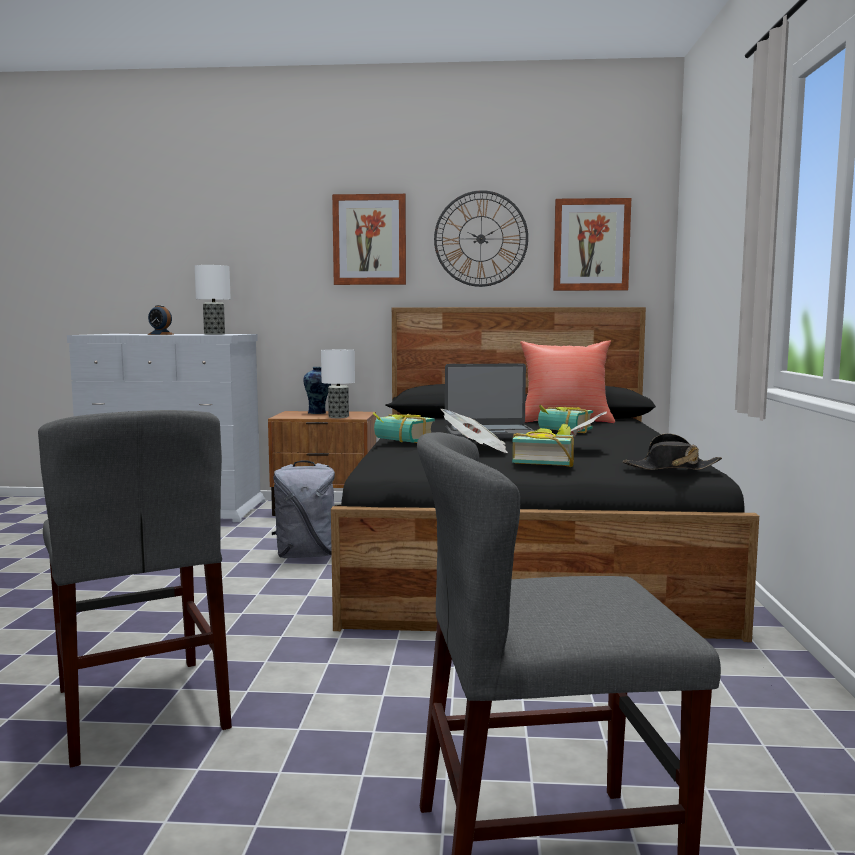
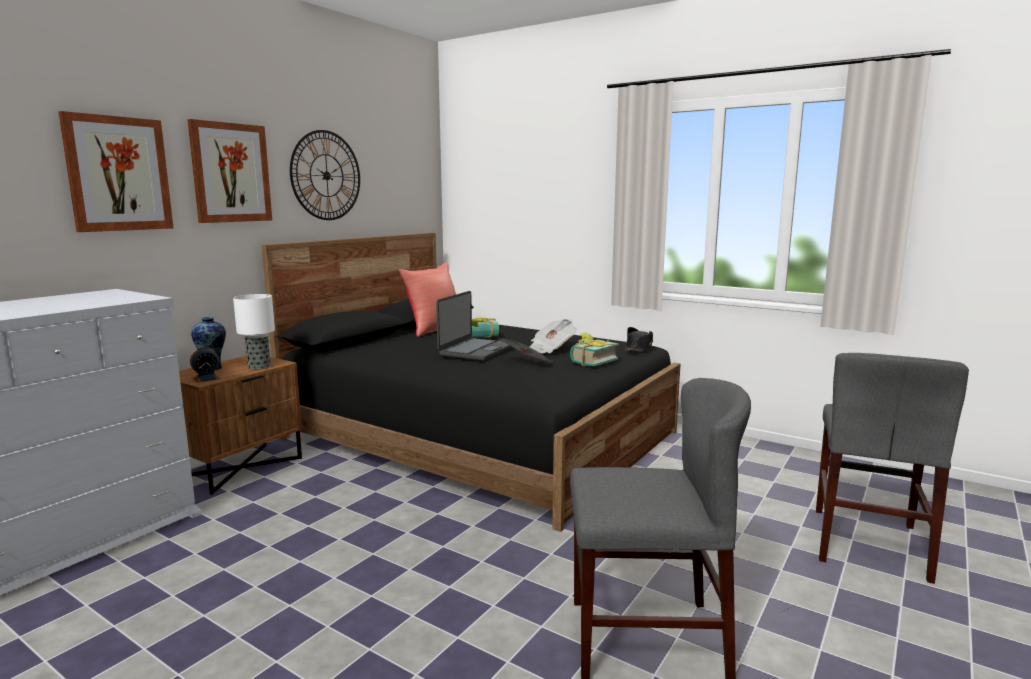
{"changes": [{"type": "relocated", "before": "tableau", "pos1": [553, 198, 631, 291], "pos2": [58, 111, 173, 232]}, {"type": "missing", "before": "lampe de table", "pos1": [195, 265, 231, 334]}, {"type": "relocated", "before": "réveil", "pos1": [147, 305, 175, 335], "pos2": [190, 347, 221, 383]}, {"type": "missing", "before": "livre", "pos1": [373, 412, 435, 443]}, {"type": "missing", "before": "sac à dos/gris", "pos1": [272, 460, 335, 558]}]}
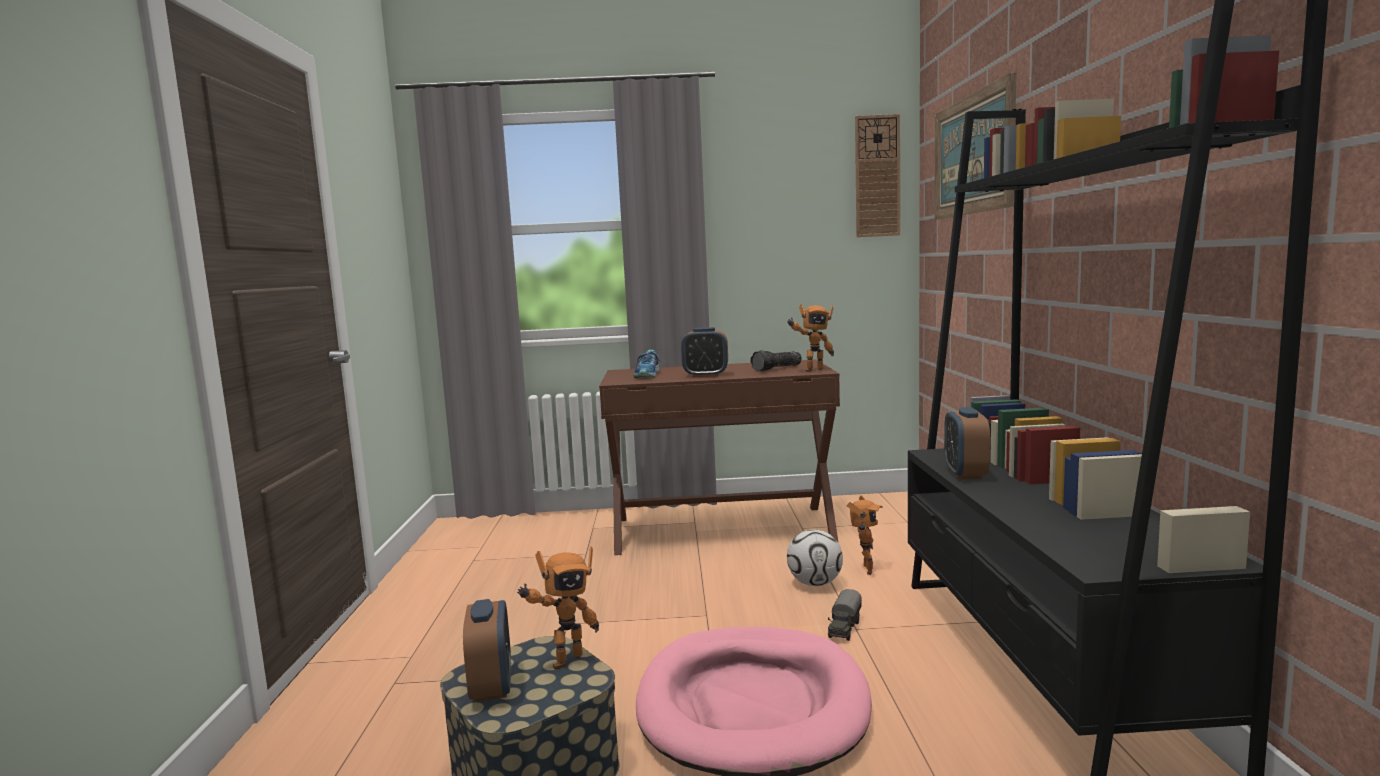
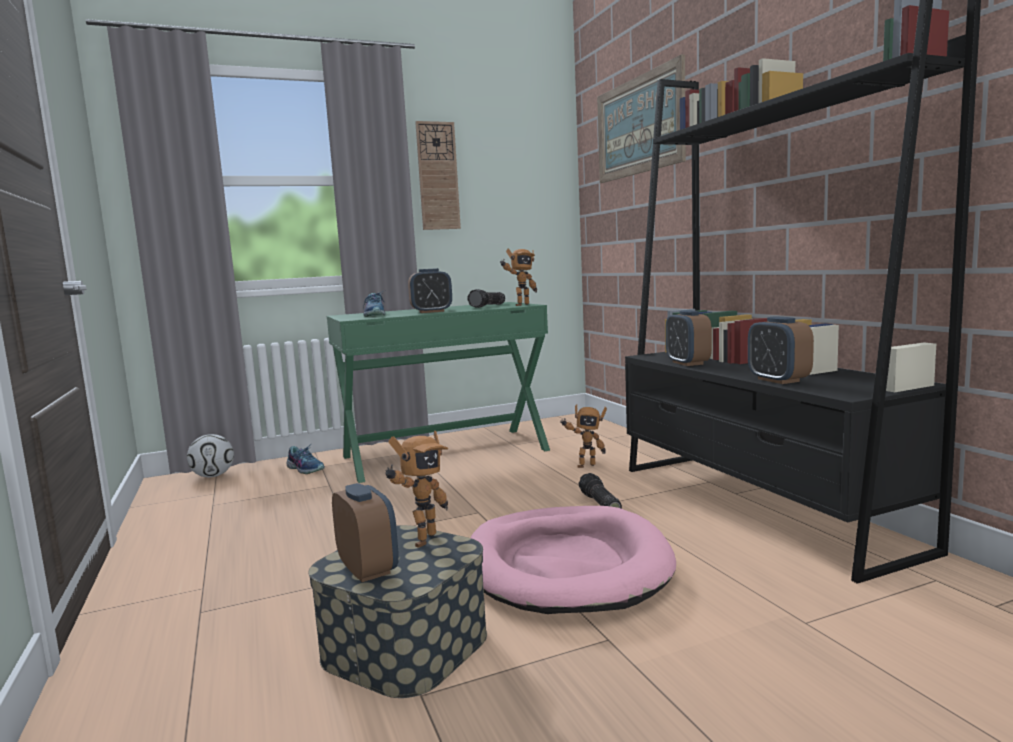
{"changes": [{"type": "relocated", "before": "horloge murale", "pos1": [855, 114, 900, 237], "pos2": [415, 121, 461, 230]}, {"type": "colour", "before": "bureau/marron", "after": "bureau/vert", "pos1": [599, 359, 840, 555], "pos2": [327, 302, 550, 483]}, {"type": "spun", "before": "robot jouet", "pos1": [847, 495, 883, 575], "pos2": [561, 404, 607, 468], "turn": 90}, {"type": "relocated", "before": "ballon de foot", "pos1": [787, 529, 843, 586], "pos2": [187, 434, 234, 477]}, {"type": "exchanged", "before": "camion jouet", "after": "lampe de poche", "pos1": [828, 589, 862, 641], "pos2": [579, 473, 622, 509]}, {"type": "appeared", "after": "réveil", "pos2": [748, 316, 814, 384]}, {"type": "appeared", "after": "chaussure", "pos2": [286, 444, 325, 474]}]}
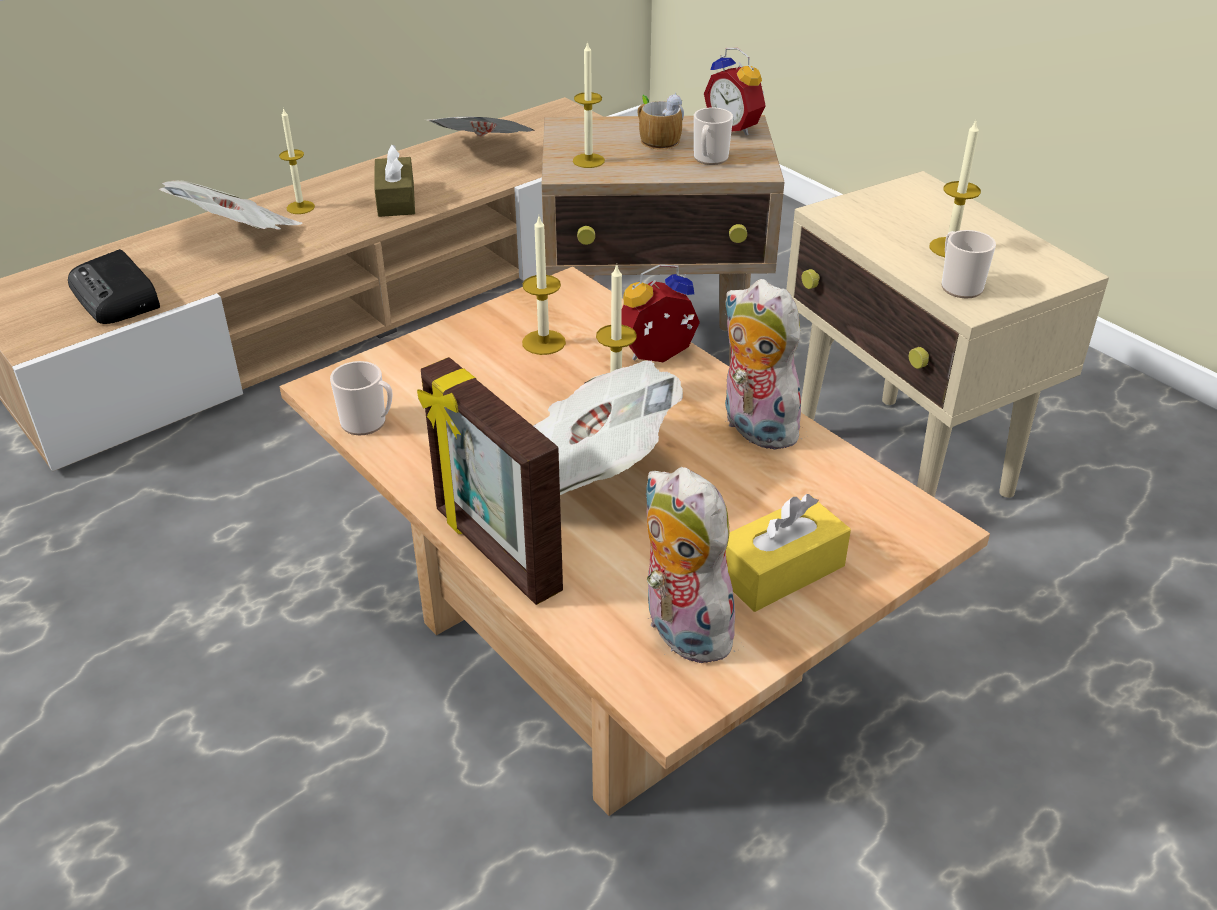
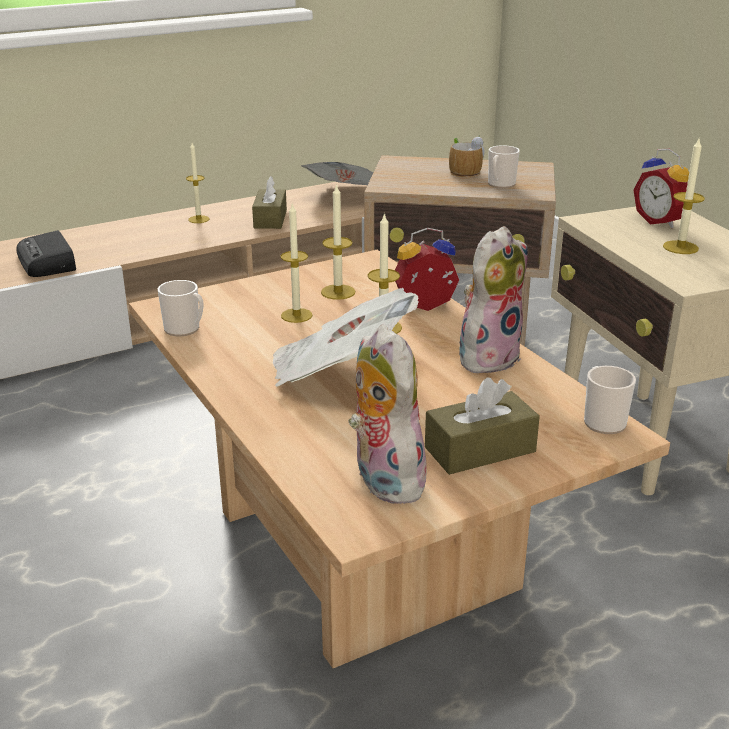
{"changes": [{"type": "relocated", "before": "bougie", "pos1": [573, 41, 605, 168], "pos2": [281, 203, 312, 323]}, {"type": "relocated", "before": "réveil", "pos1": [704, 48, 766, 136], "pos2": [634, 149, 689, 228]}, {"type": "missing", "before": "journal", "pos1": [159, 180, 303, 230]}, {"type": "relocated", "before": "mug", "pos1": [942, 230, 996, 298], "pos2": [584, 366, 636, 434]}, {"type": "spun", "before": "peluche", "pos1": [724, 279, 809, 450], "pos2": [459, 226, 528, 373], "turn": 75}, {"type": "missing", "before": "cadre photo", "pos1": [417, 357, 563, 605]}, {"type": "colour", "before": "boîte à mouchoirs/jaune", "after": "boîte à mouchoirs/marron", "pos1": [726, 494, 851, 612], "pos2": [425, 377, 540, 475]}]}
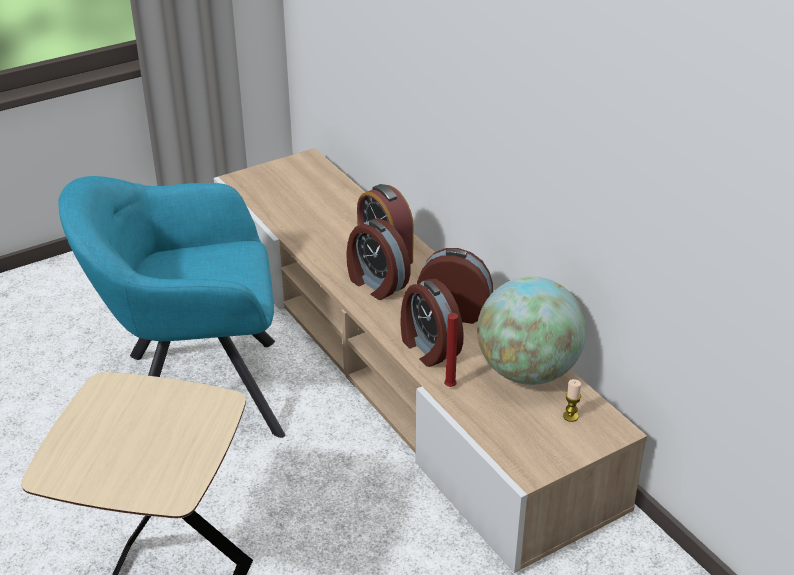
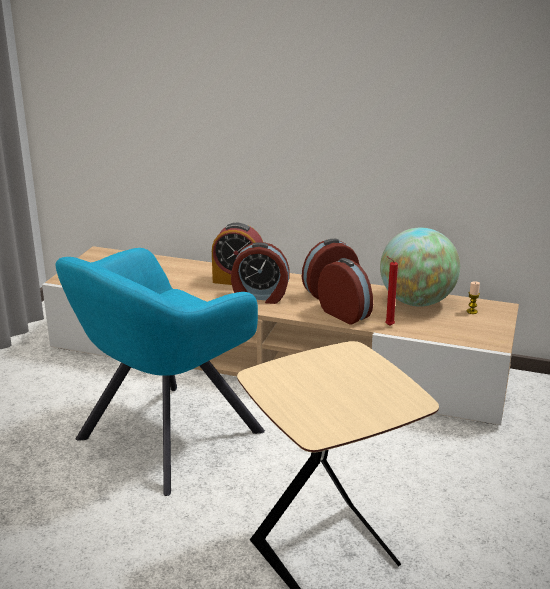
{"changes": [{"type": "spun", "before": "réveil", "pos1": [400, 279, 464, 367], "pos2": [318, 258, 373, 325], "turn": -150}]}
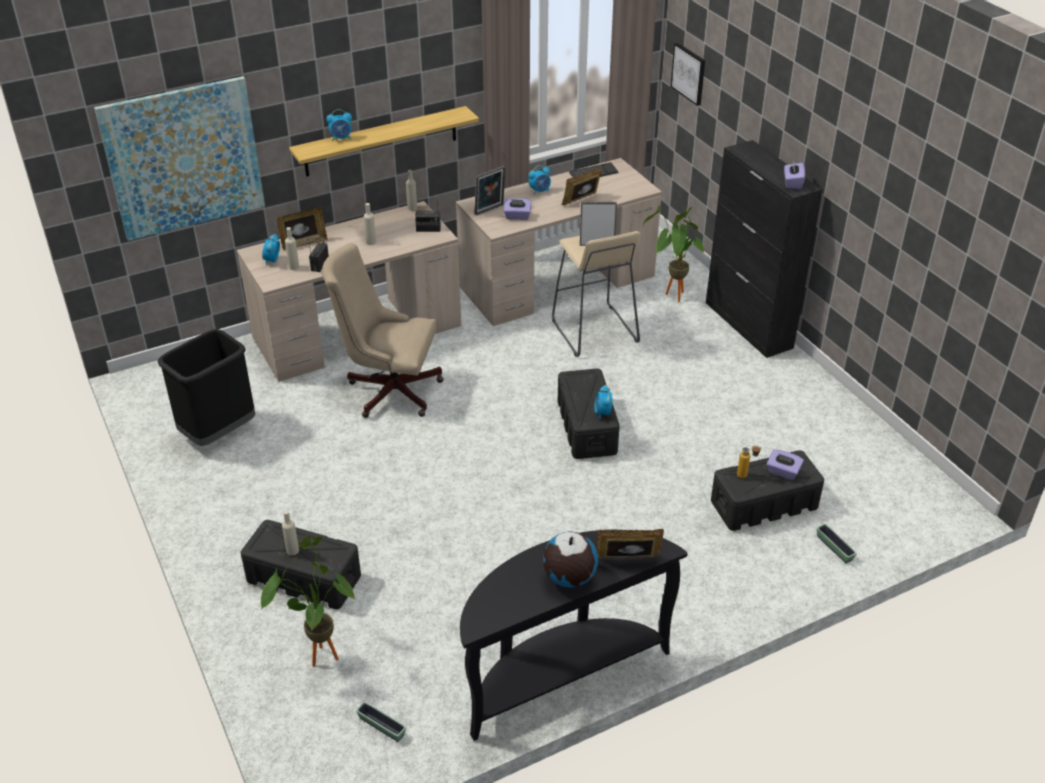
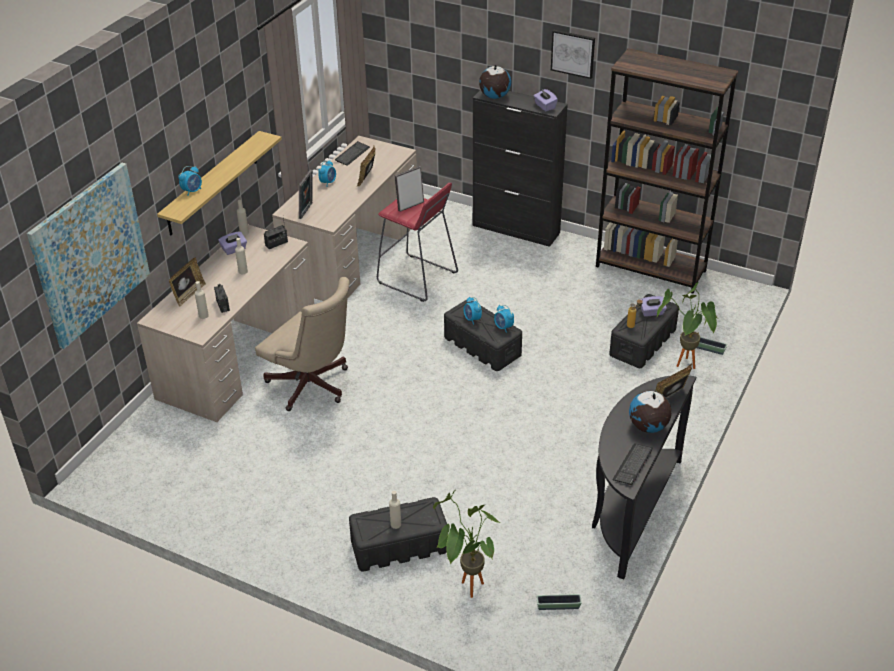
{"changes": [{"type": "relocated", "before": "tableau", "pos1": [671, 43, 705, 106], "pos2": [551, 30, 595, 79]}, {"type": "relocated", "before": "boîte à mouchoirs/violet", "pos1": [504, 198, 532, 220], "pos2": [218, 232, 247, 255]}, {"type": "relocated", "before": "plante en pot", "pos1": [643, 205, 704, 302], "pos2": [657, 282, 717, 369]}, {"type": "colour", "before": "tabouret/beige", "after": "tabouret/rouge", "pos1": [552, 231, 640, 357], "pos2": [377, 183, 458, 302]}, {"type": "relocated", "before": "réveil", "pos1": [262, 234, 280, 266], "pos2": [464, 297, 482, 325]}, {"type": "spun", "before": "chaise de bureau/beige", "pos1": [322, 243, 444, 418], "pos2": [255, 277, 350, 411], "turn": -120}, {"type": "missing", "before": "poubelle/noir", "pos1": [158, 329, 256, 446]}, {"type": "appeared", "after": "bibliothèque/marron", "pos2": [596, 48, 738, 294]}, {"type": "appeared", "after": "globe", "pos2": [479, 64, 511, 99]}, {"type": "appeared", "after": "clavier", "pos2": [612, 443, 653, 485]}]}
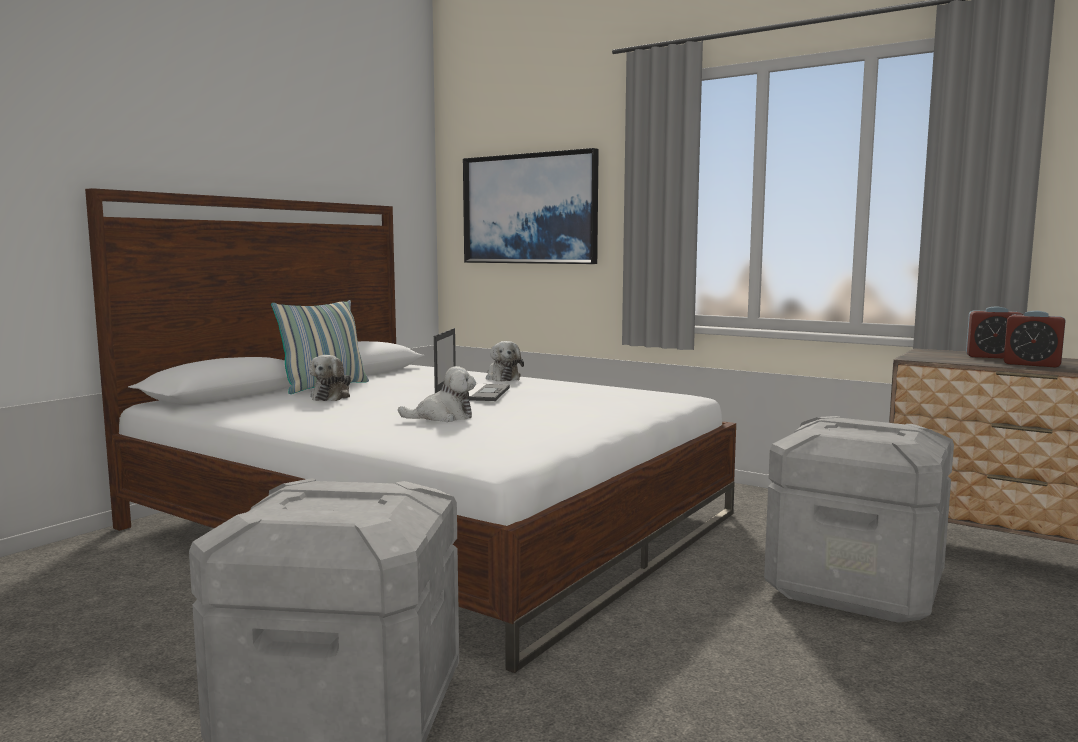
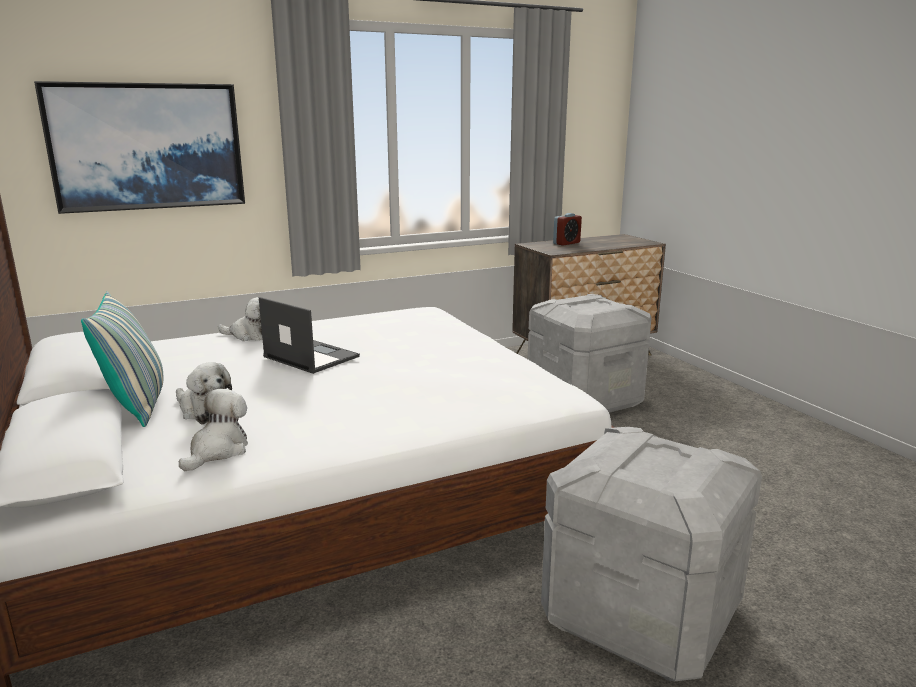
{"changes": [{"type": "missing", "before": "réveil", "pos1": [1004, 311, 1066, 368]}, {"type": "relocated", "before": "peluche", "pos1": [398, 366, 476, 422], "pos2": [179, 389, 248, 471]}]}
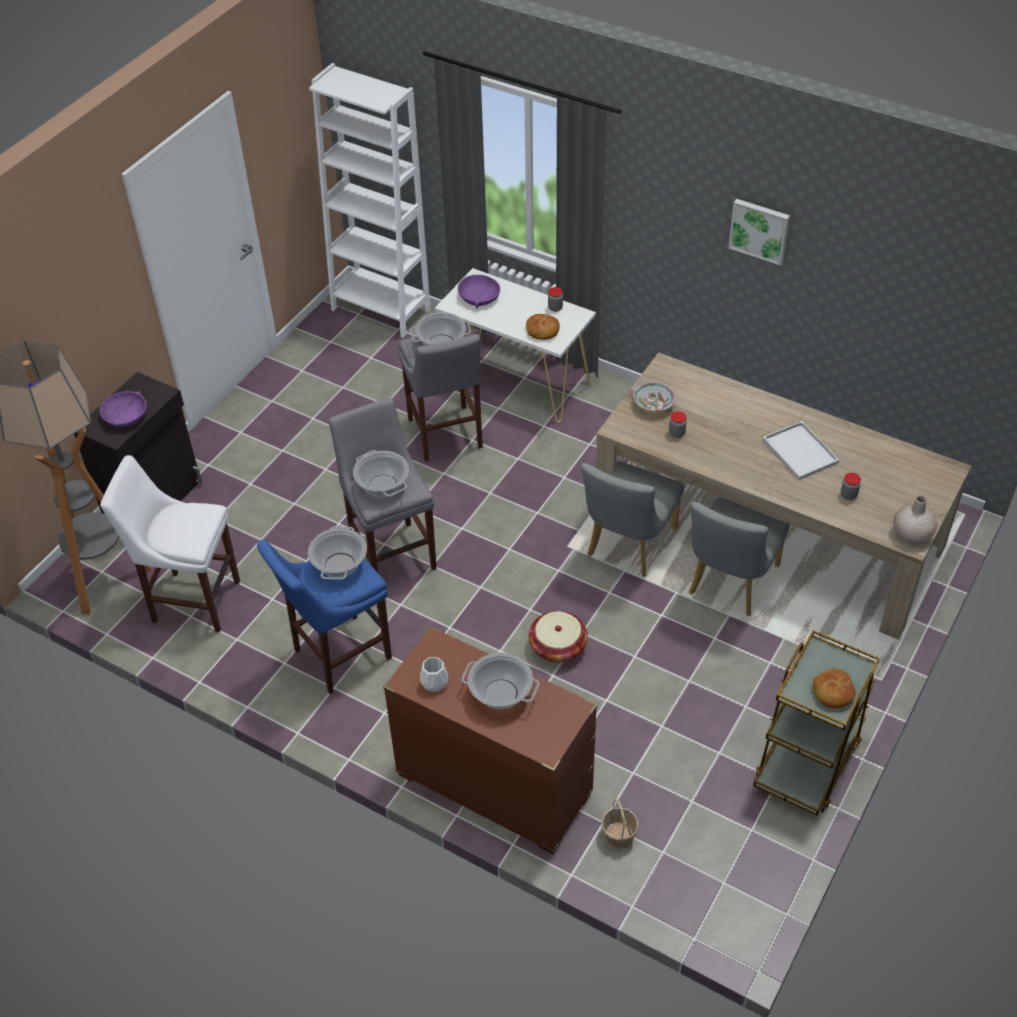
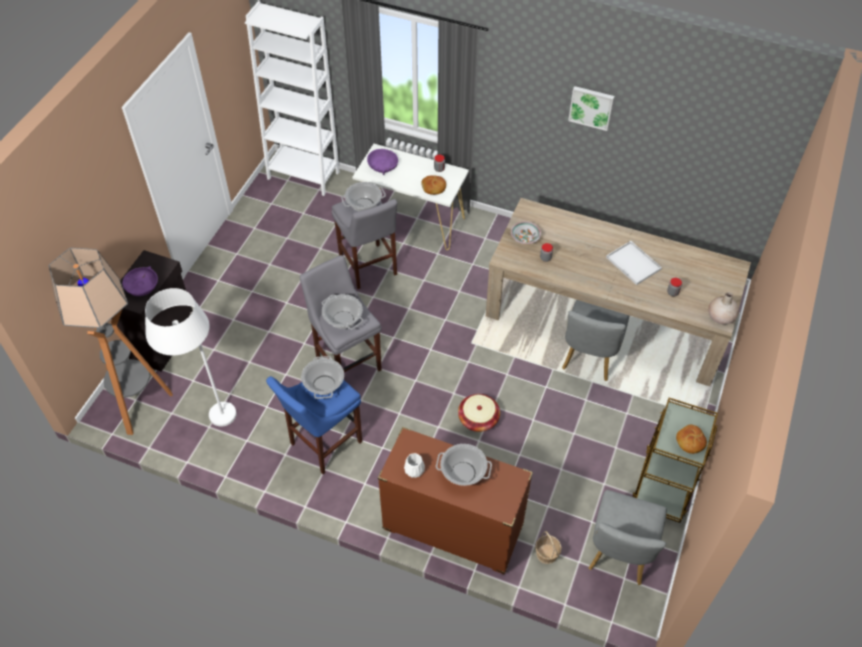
{"changes": [{"type": "exchanged", "before": "tabouret/blanc", "after": "lampadaire/blanc", "pos1": [100, 455, 240, 632], "pos2": [145, 288, 237, 427]}, {"type": "relocated", "before": "chaise/gris", "pos1": [581, 461, 684, 577], "pos2": [589, 490, 667, 585]}]}
